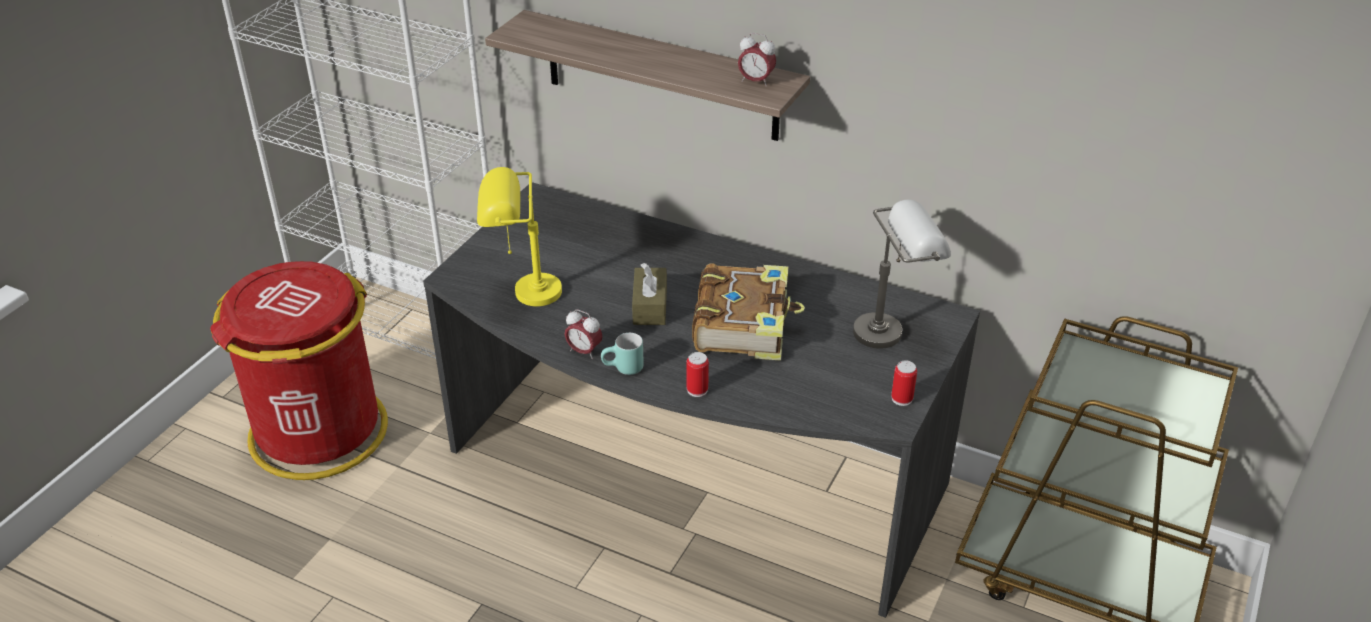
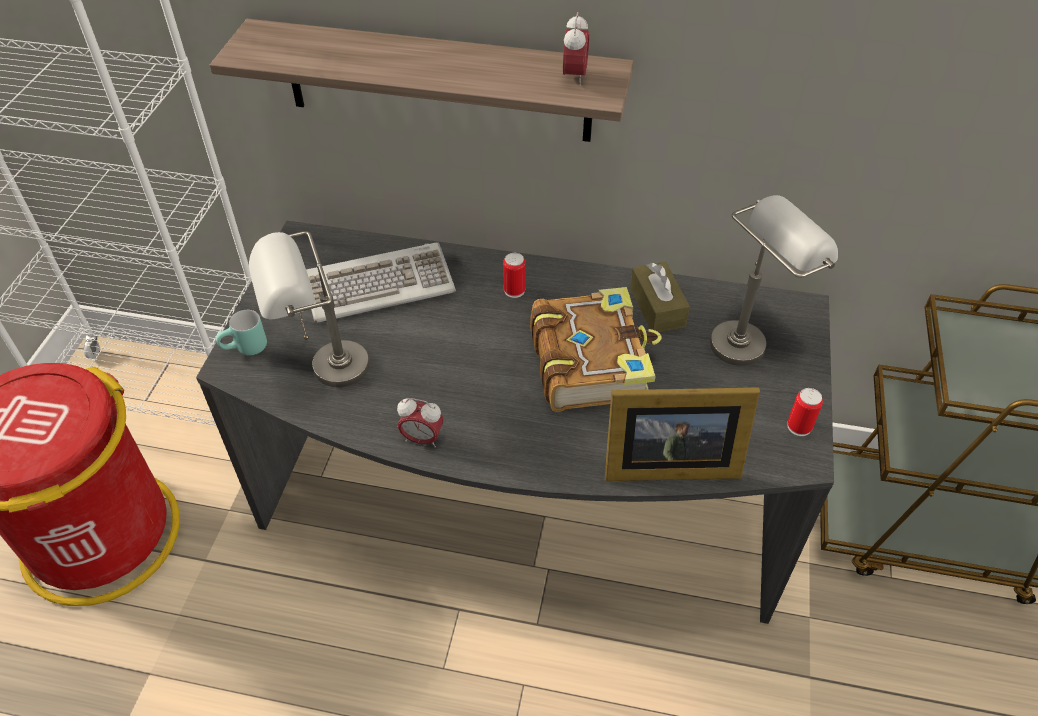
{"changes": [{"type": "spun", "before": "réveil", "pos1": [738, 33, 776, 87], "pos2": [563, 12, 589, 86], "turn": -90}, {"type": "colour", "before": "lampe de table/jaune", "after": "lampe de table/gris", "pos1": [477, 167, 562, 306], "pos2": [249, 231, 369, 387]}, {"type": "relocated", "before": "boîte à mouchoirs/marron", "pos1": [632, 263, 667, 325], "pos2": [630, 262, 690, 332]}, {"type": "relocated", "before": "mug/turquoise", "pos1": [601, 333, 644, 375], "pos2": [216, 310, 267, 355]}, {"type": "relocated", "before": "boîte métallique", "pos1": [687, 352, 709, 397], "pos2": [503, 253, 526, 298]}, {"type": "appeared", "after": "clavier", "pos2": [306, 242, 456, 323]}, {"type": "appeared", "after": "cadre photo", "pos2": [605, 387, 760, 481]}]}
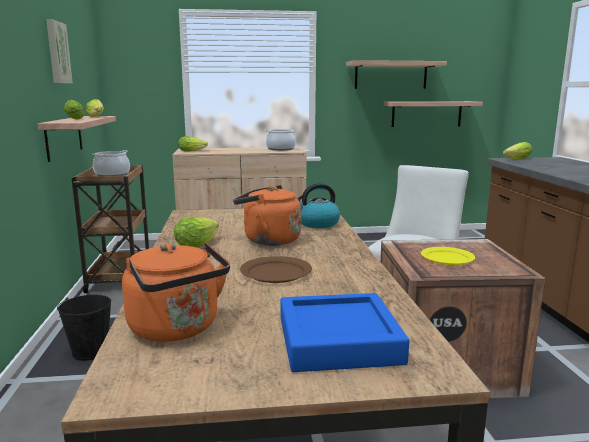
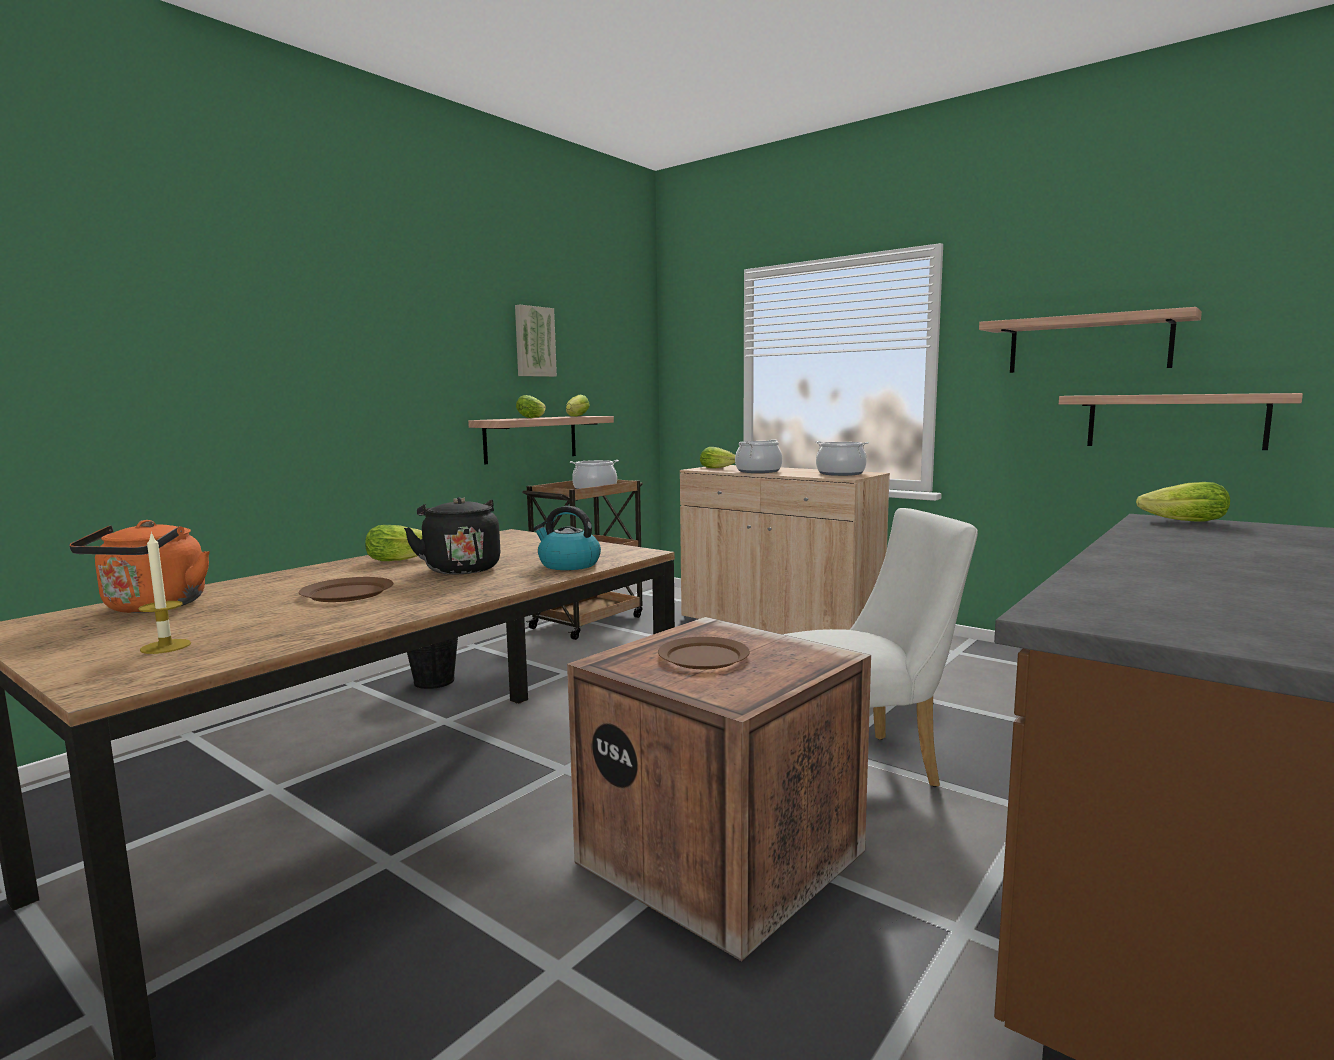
{"changes": [{"type": "colour", "before": "bouilloire/orange", "after": "bouilloire/noir", "pos1": [233, 185, 301, 246], "pos2": [404, 497, 500, 575]}, {"type": "colour", "before": "assiette/jaune", "after": "assiette/marron", "pos1": [421, 247, 475, 265], "pos2": [658, 637, 750, 669]}, {"type": "exchanged", "before": "plateau/bleu", "after": "bougie", "pos1": [280, 293, 409, 372], "pos2": [138, 532, 191, 654]}, {"type": "appeared", "after": "marmite", "pos2": [735, 440, 783, 473]}]}
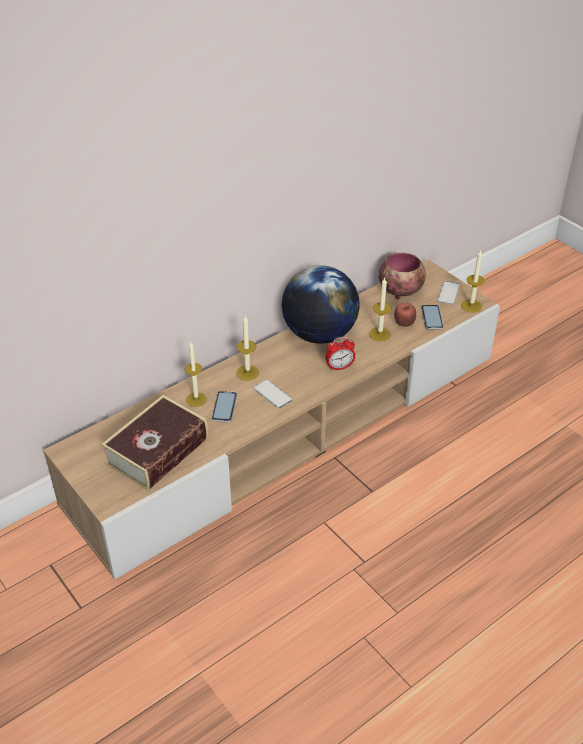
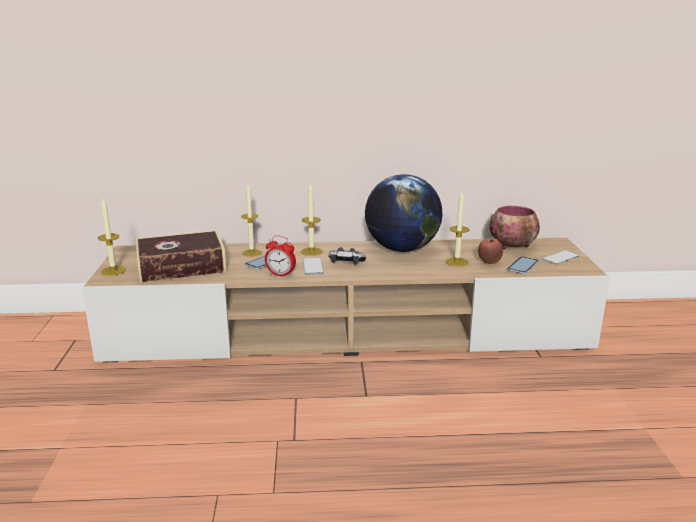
{"changes": [{"type": "relocated", "before": "bougie", "pos1": [461, 250, 485, 313], "pos2": [98, 198, 126, 276]}, {"type": "relocated", "before": "réveil", "pos1": [325, 337, 355, 371], "pos2": [265, 235, 296, 277]}, {"type": "appeared", "after": "manette", "pos2": [329, 247, 366, 265]}]}
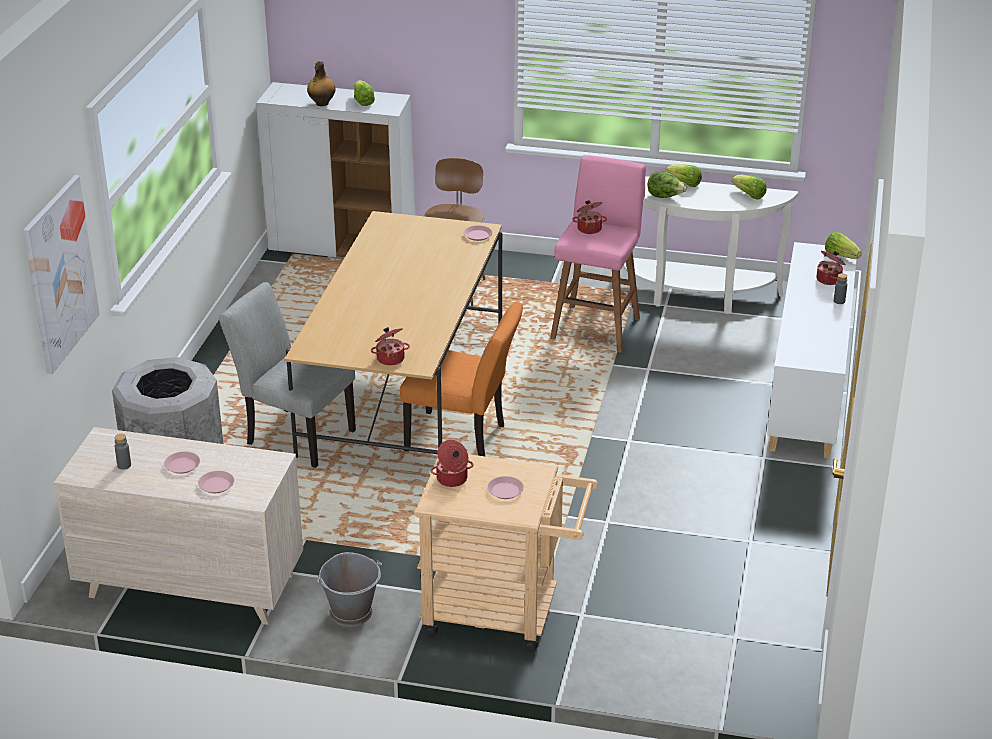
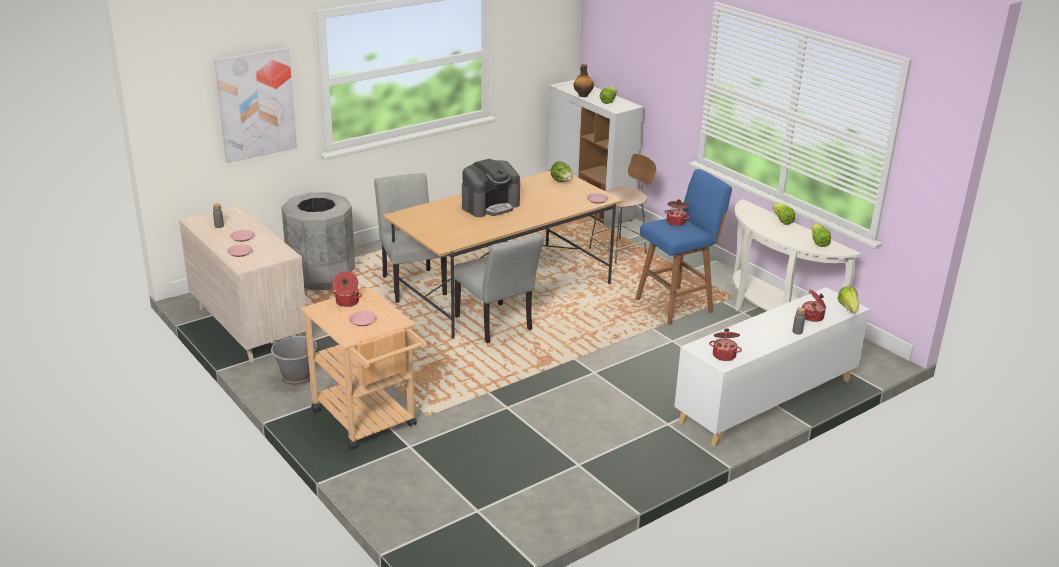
{"changes": [{"type": "colour", "before": "tabouret/rose", "after": "tabouret/bleu", "pos1": [550, 155, 646, 353], "pos2": [635, 169, 732, 325]}, {"type": "relocated", "before": "laitue", "pos1": [648, 171, 686, 198], "pos2": [550, 161, 573, 182]}, {"type": "colour", "before": "chaise/orange", "after": "chaise/gris", "pos1": [400, 302, 523, 457], "pos2": [454, 233, 544, 343]}, {"type": "relocated", "before": "marmite", "pos1": [371, 327, 410, 365], "pos2": [709, 329, 742, 361]}, {"type": "appeared", "after": "machine à café", "pos2": [462, 159, 520, 217]}]}
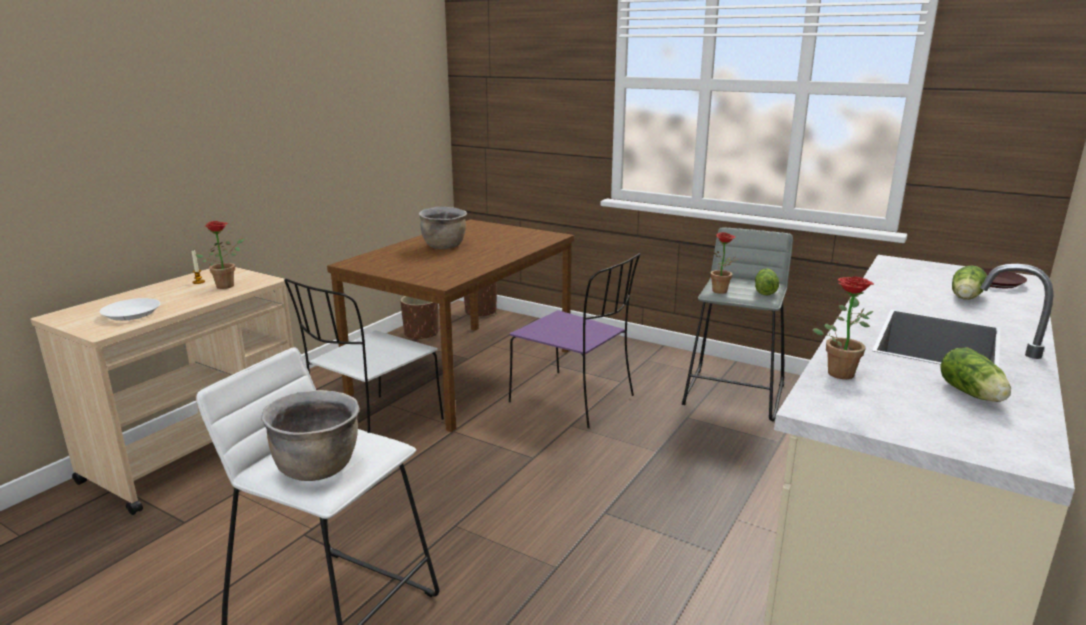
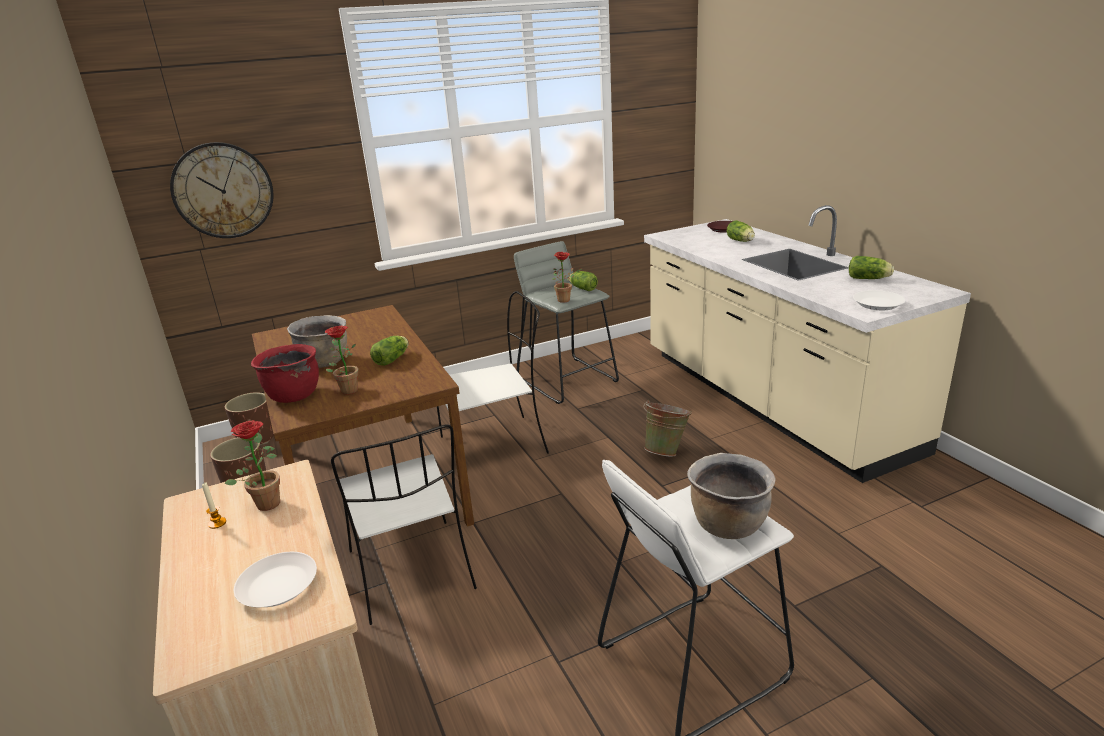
{"changes": [{"type": "colour", "before": "chaise/violet", "after": "chaise/blanc", "pos1": [509, 253, 641, 428], "pos2": [437, 291, 549, 454]}, {"type": "relocated", "before": "plante en pot", "pos1": [813, 277, 874, 379], "pos2": [325, 326, 359, 394]}, {"type": "appeared", "after": "horloge murale", "pos2": [170, 142, 274, 238]}, {"type": "appeared", "after": "assiette/blanc", "pos2": [853, 290, 905, 310]}, {"type": "appeared", "after": "laitue", "pos2": [370, 336, 408, 366]}, {"type": "appeared", "after": "marmite/rouge", "pos2": [251, 344, 319, 403]}, {"type": "appeared", "after": "seau/vert", "pos2": [643, 400, 692, 456]}]}
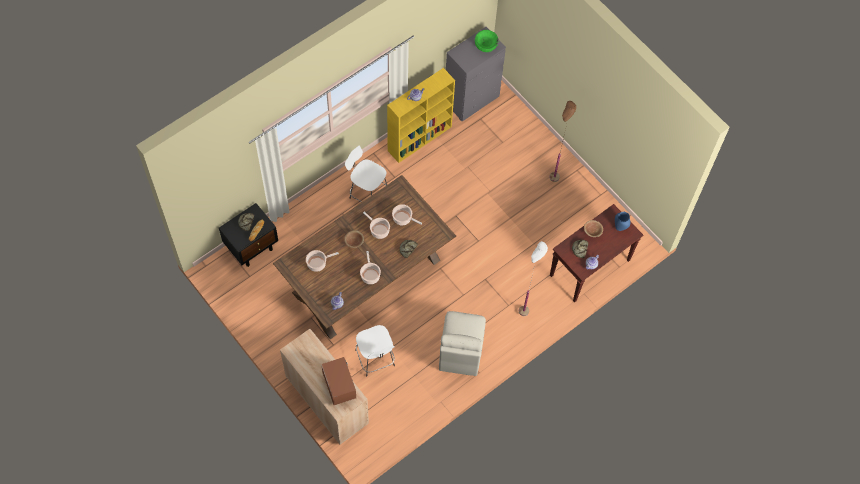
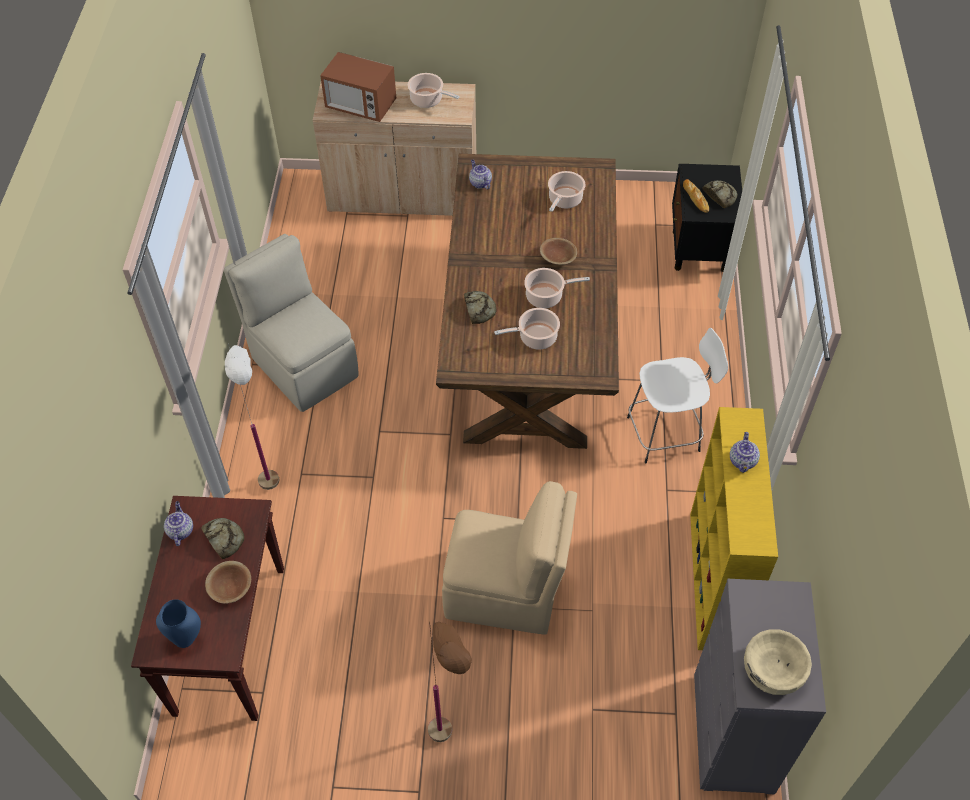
{"changes": [{"type": "colour", "before": "bol/vert", "after": "bol/beige", "pos1": [475, 30, 498, 52], "pos2": [744, 629, 812, 695]}, {"type": "relocated", "before": "marmite", "pos1": [360, 251, 381, 284], "pos2": [408, 73, 460, 108]}, {"type": "missing", "before": "tabouret/blanc", "pos1": [355, 325, 395, 377]}, {"type": "appeared", "after": "chaise/beige", "pos2": [442, 481, 577, 635]}]}
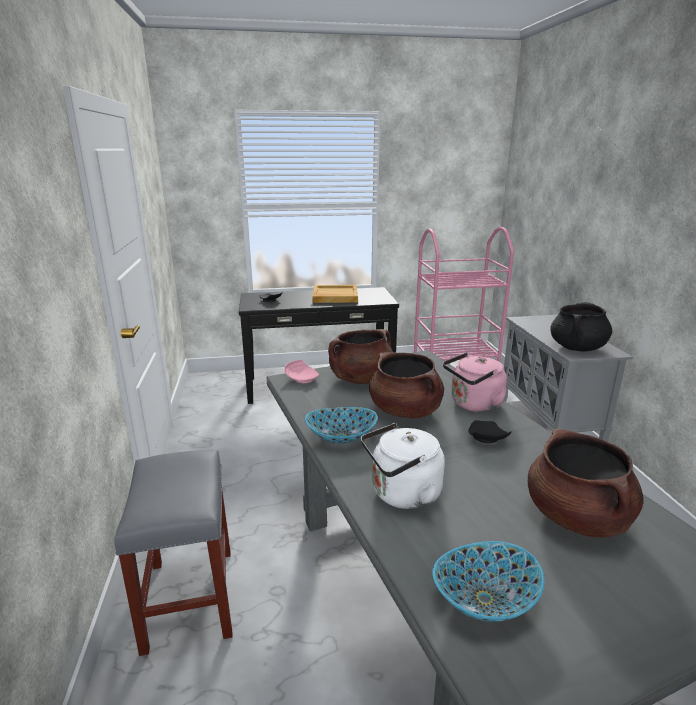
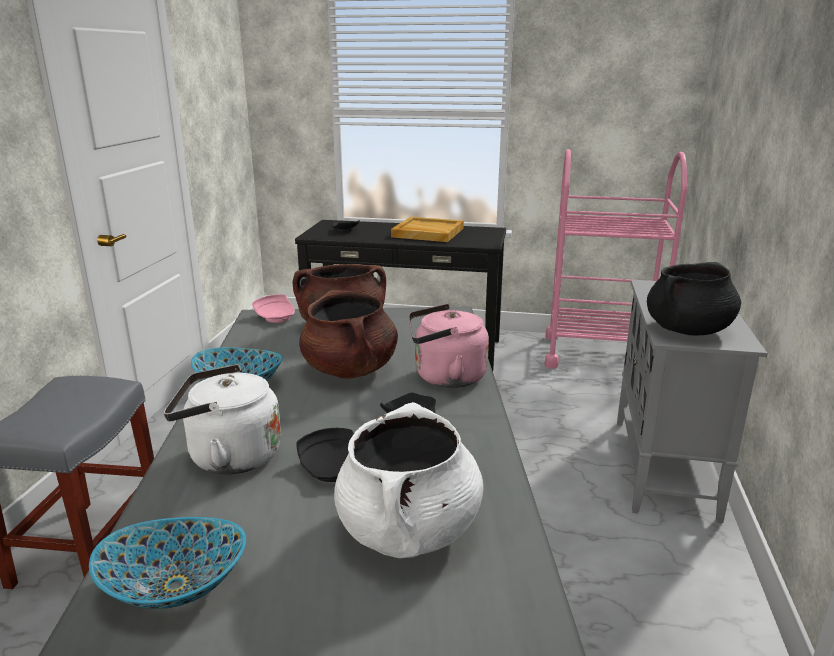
{"changes": [{"type": "colour", "before": "marmite/marron", "after": "marmite/blanc", "pos1": [528, 428, 643, 537], "pos2": [334, 402, 483, 558]}, {"type": "appeared", "after": "assiette/noir", "pos2": [296, 428, 354, 482]}]}
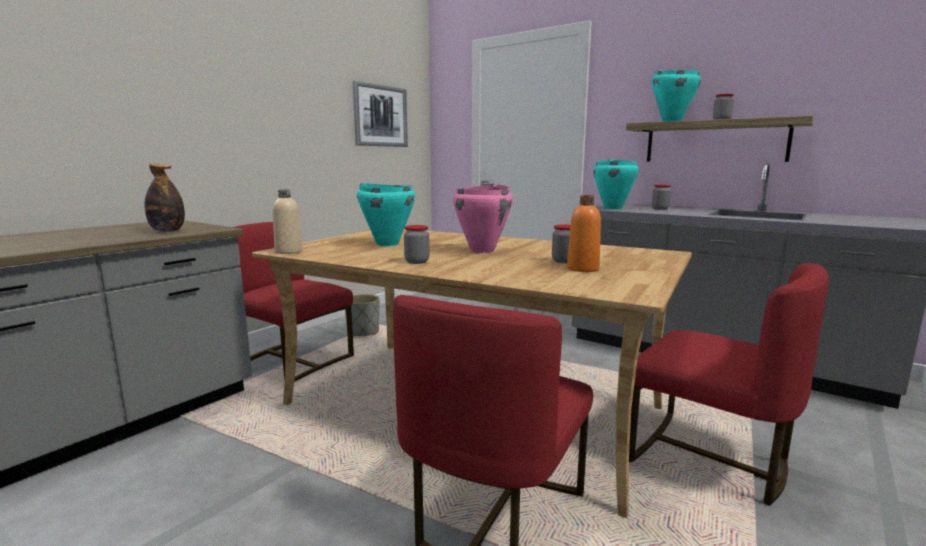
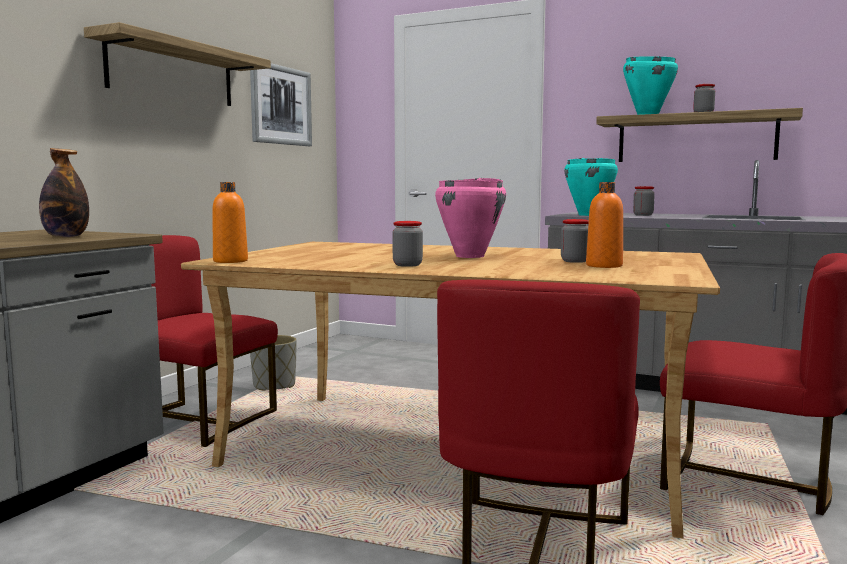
{"changes": [{"type": "missing", "before": "marmite/turquoise", "pos1": [357, 183, 415, 246]}, {"type": "colour", "before": "bouteille/beige", "after": "bouteille/orange", "pos1": [273, 189, 303, 254], "pos2": [213, 182, 248, 263]}, {"type": "appeared", "after": "étagère", "pos2": [84, 22, 271, 106]}]}
